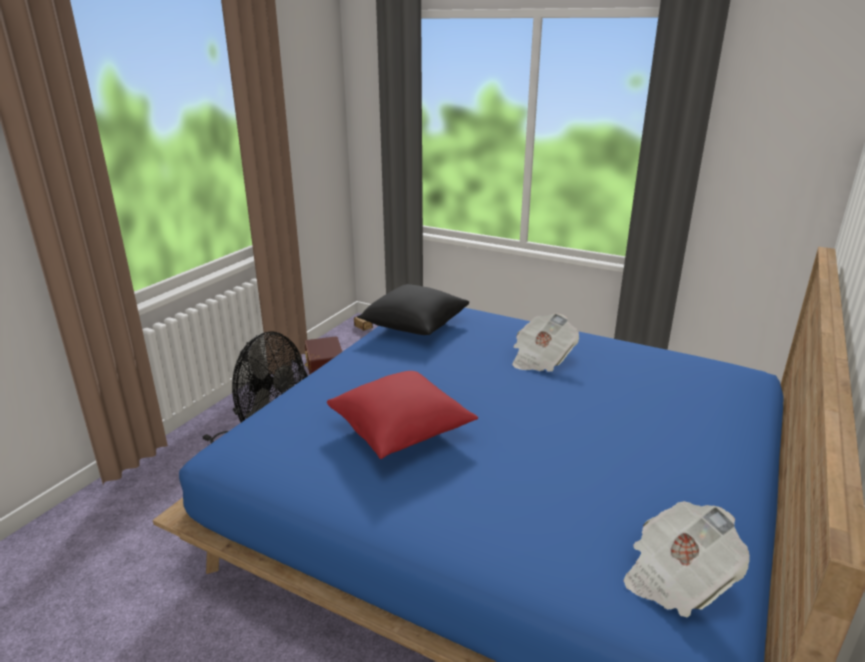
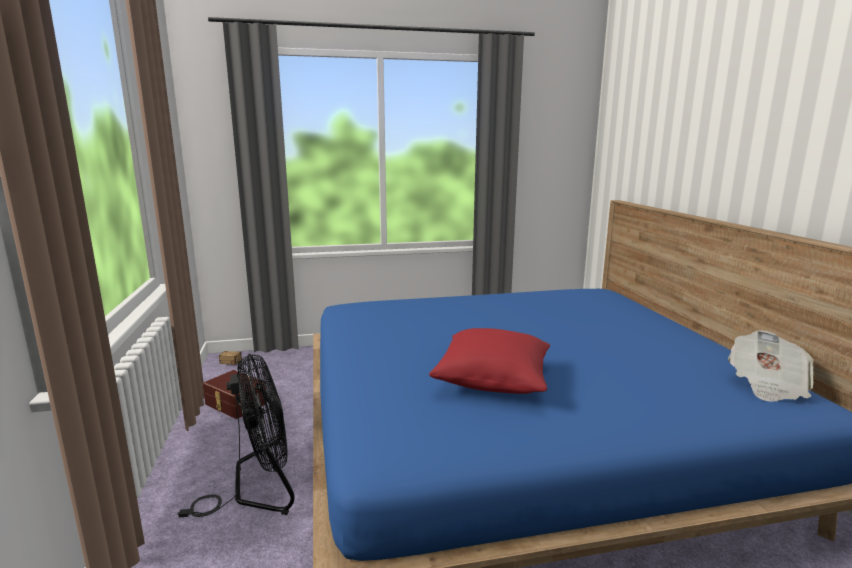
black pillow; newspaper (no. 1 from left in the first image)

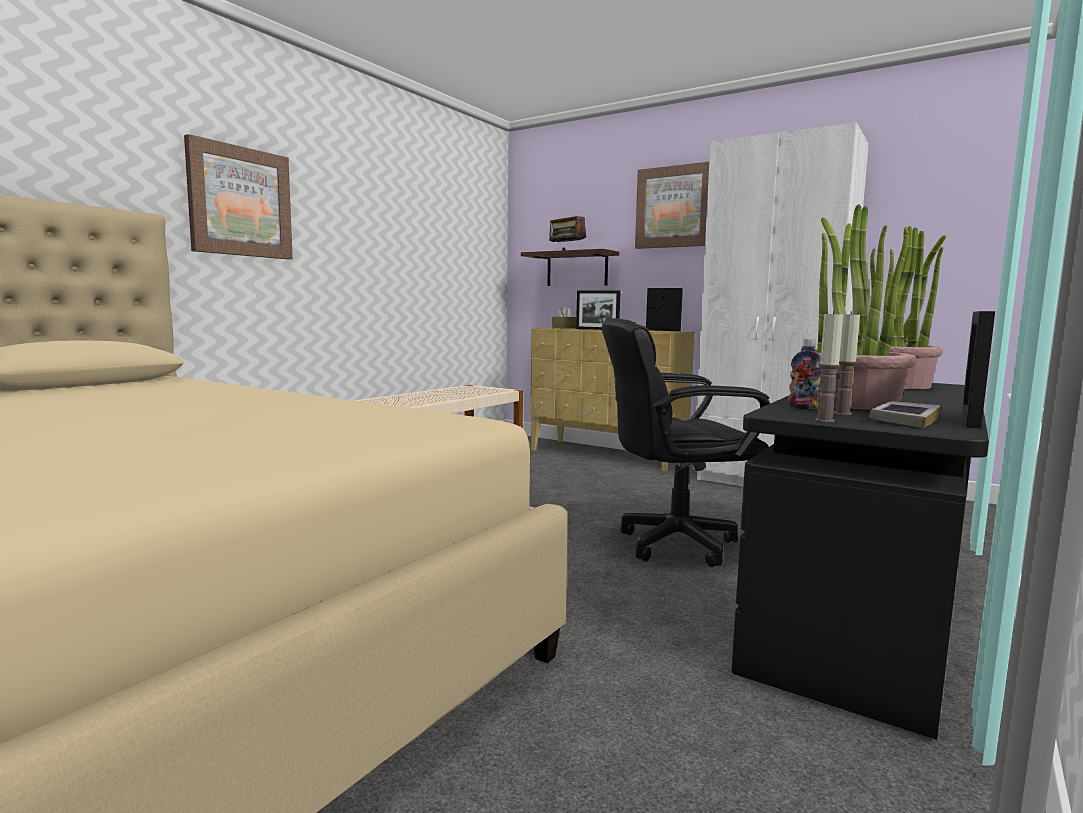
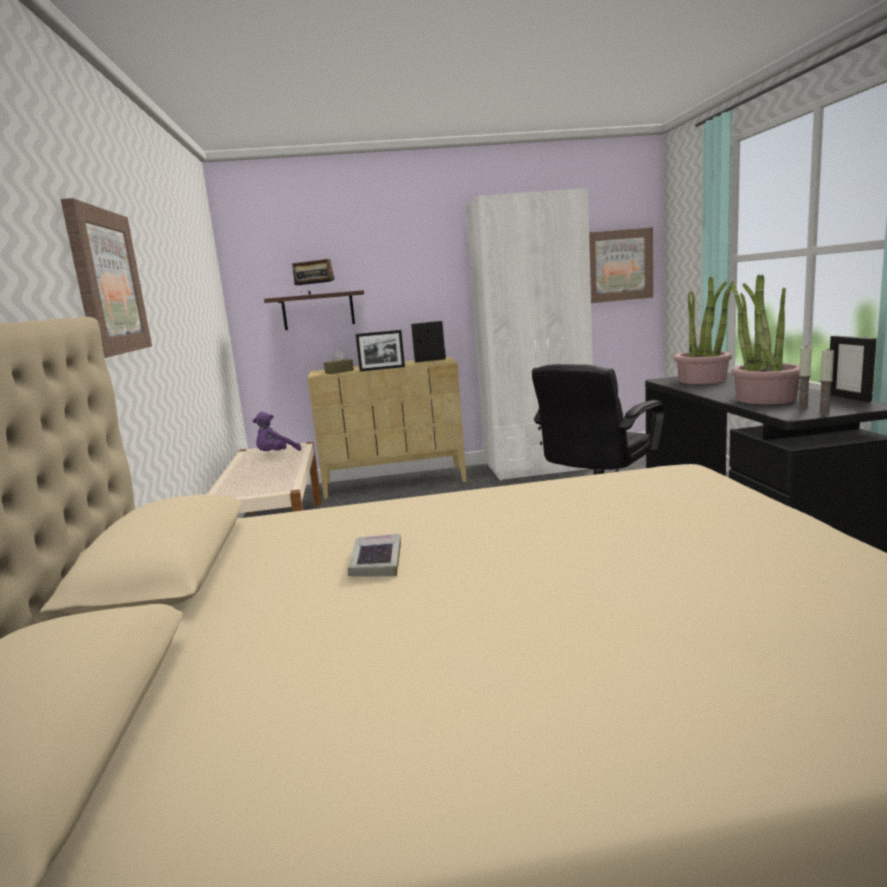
purple plush toy; book; picture (no. 2 from left); bottle

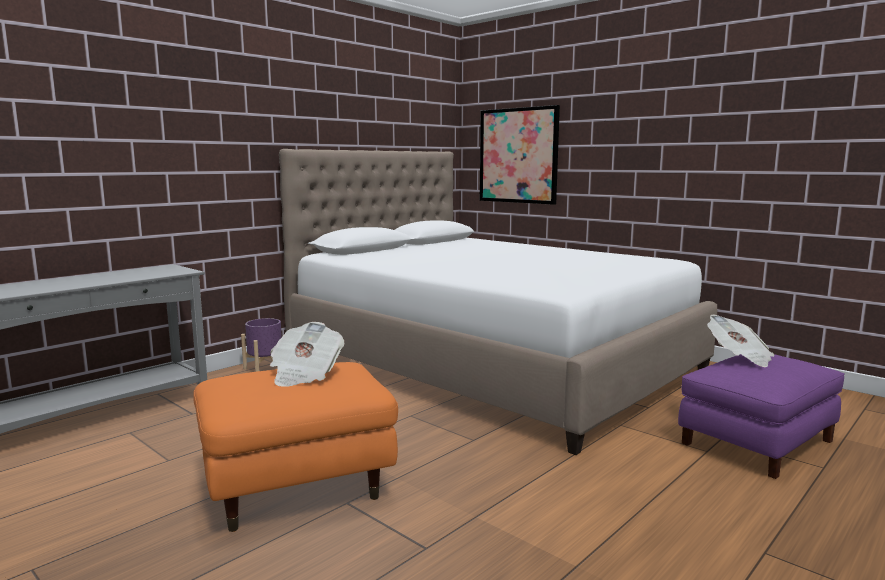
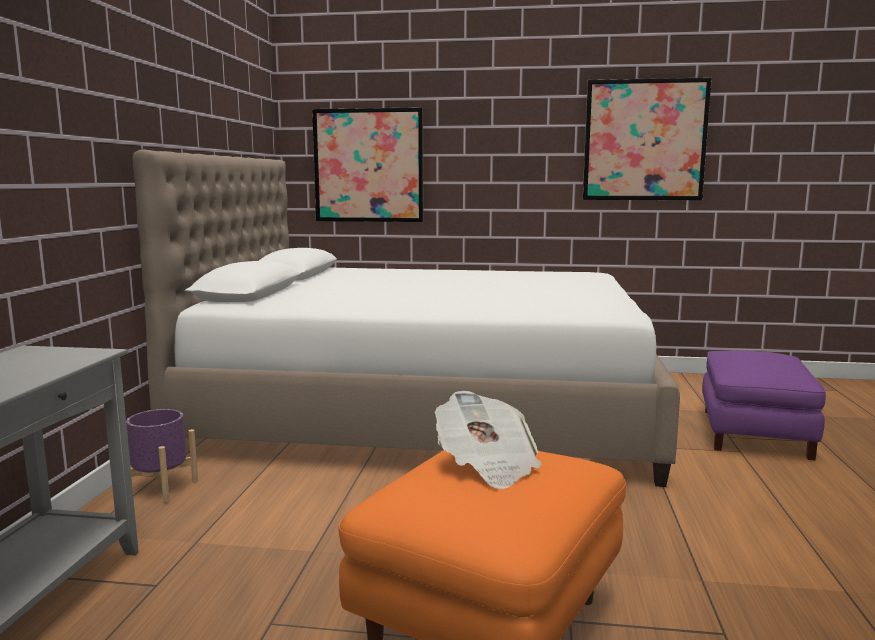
picture (no. 2 from left); newspaper (no. 2 from left in the first image)

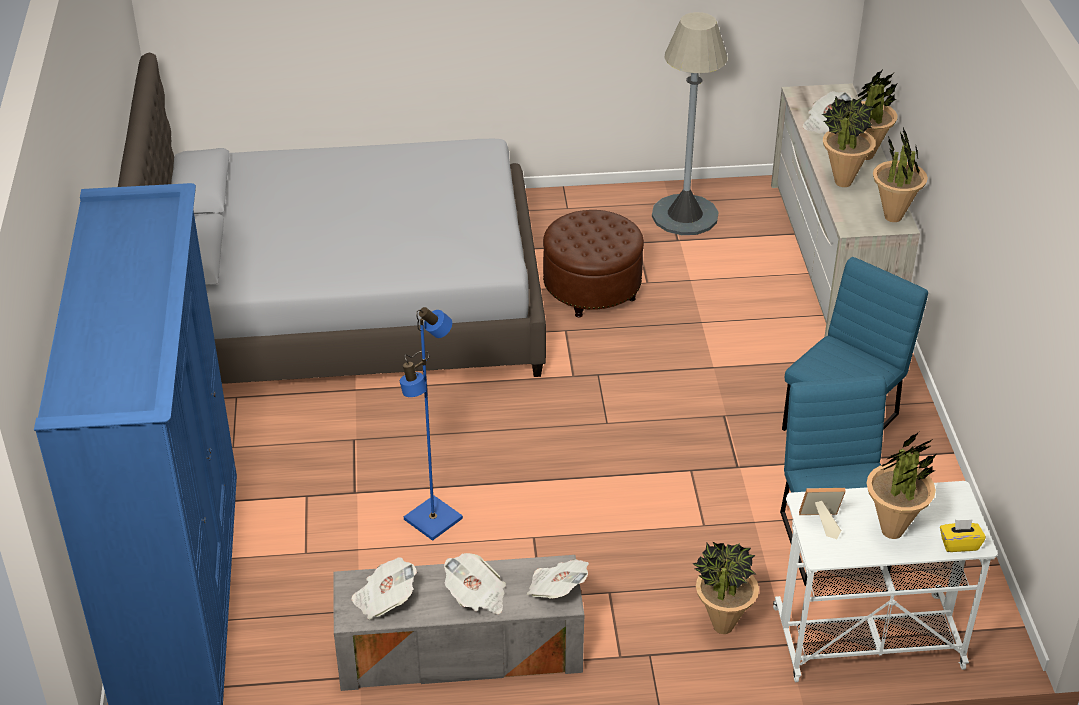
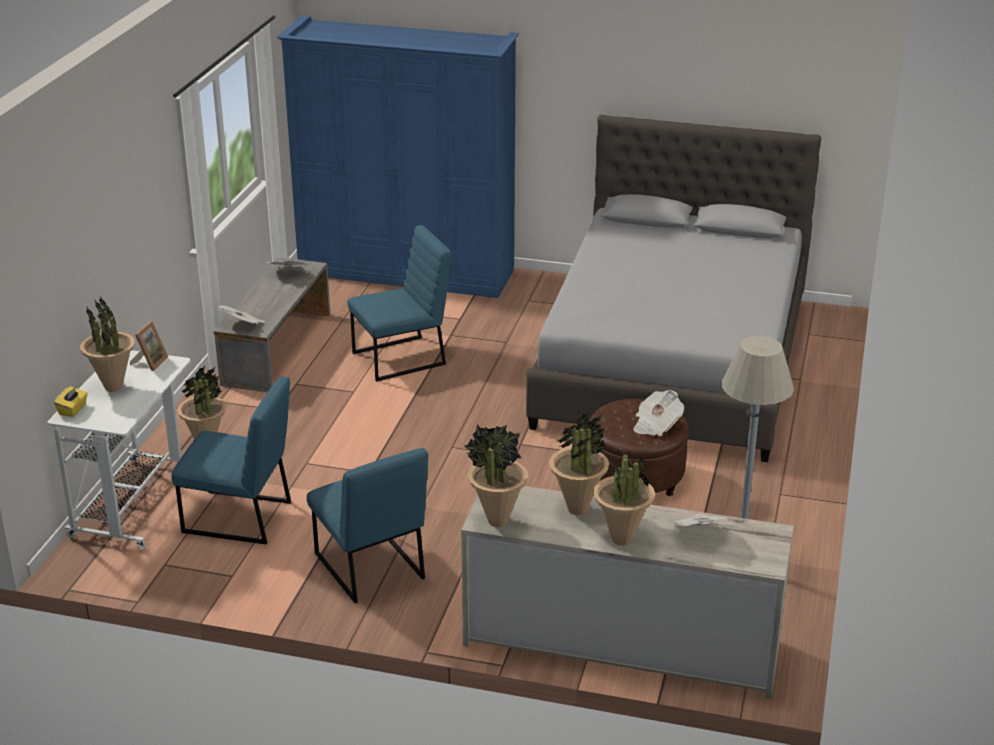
blue chair (no. 3 from left); newspaper (no. 3 from left)

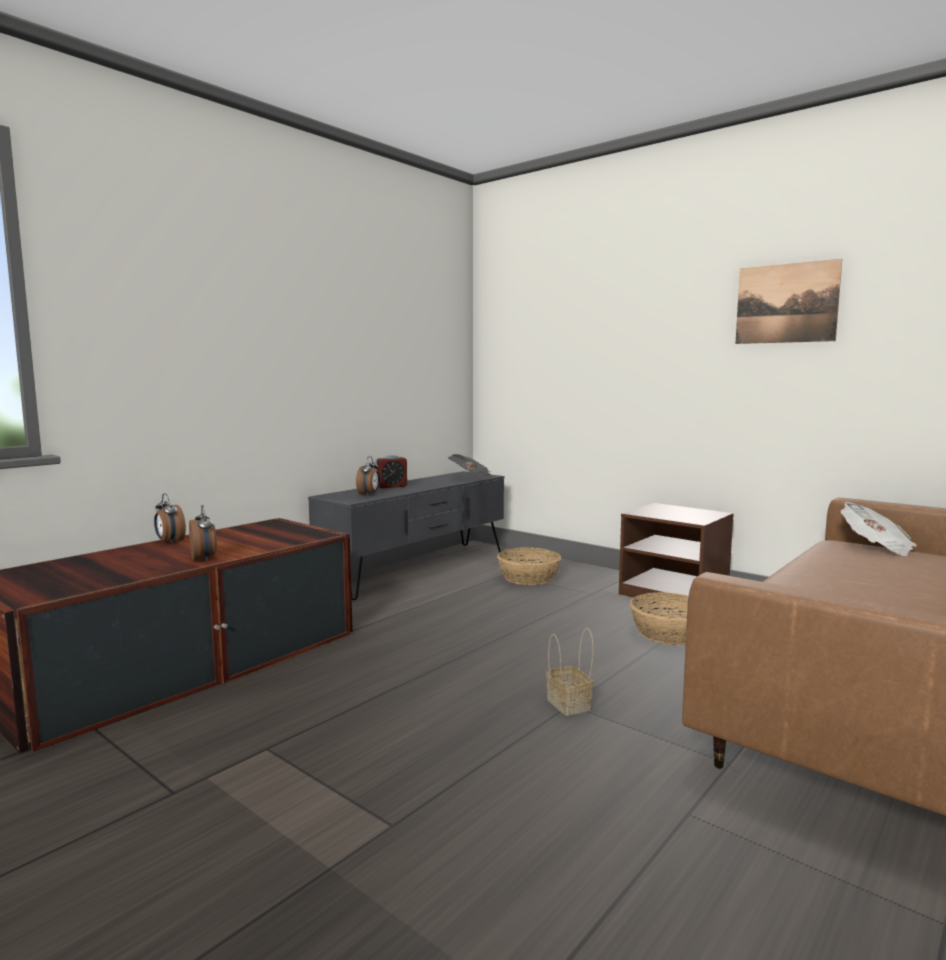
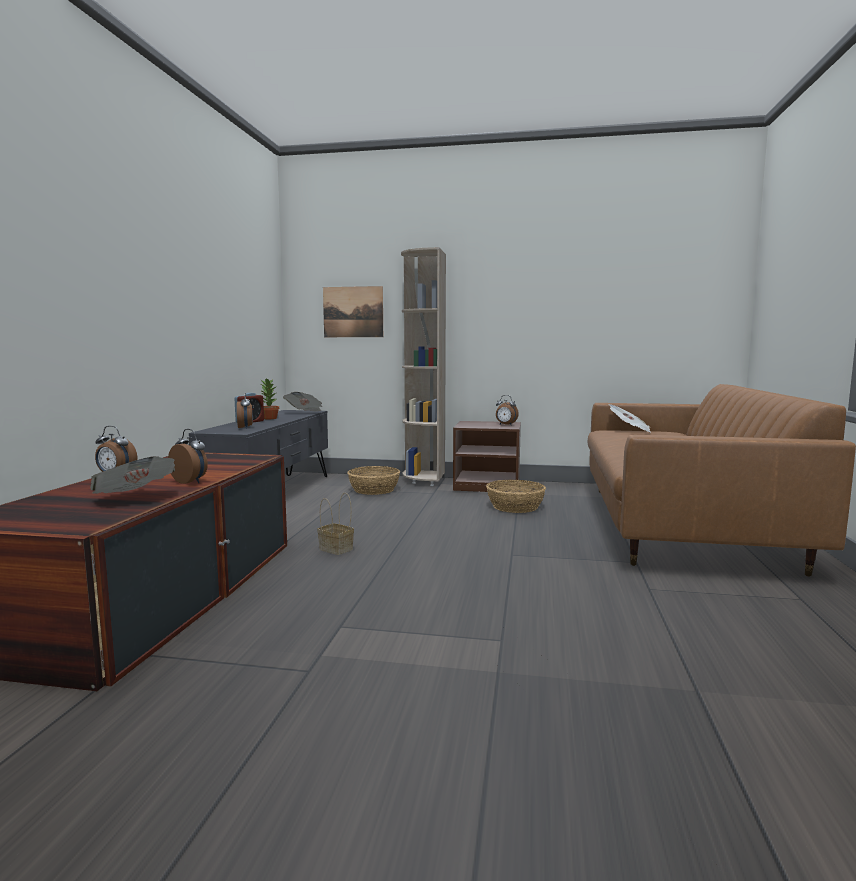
newspaper (no. 1 from left); potted plant; basket (no. 1 from left); picture; beige bookcase; alarm clock (no. 5 from left)

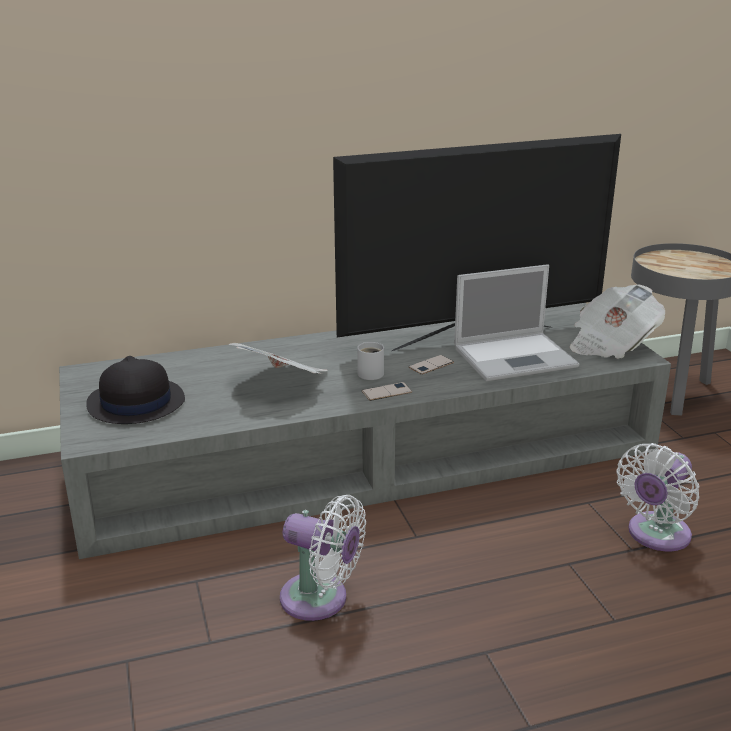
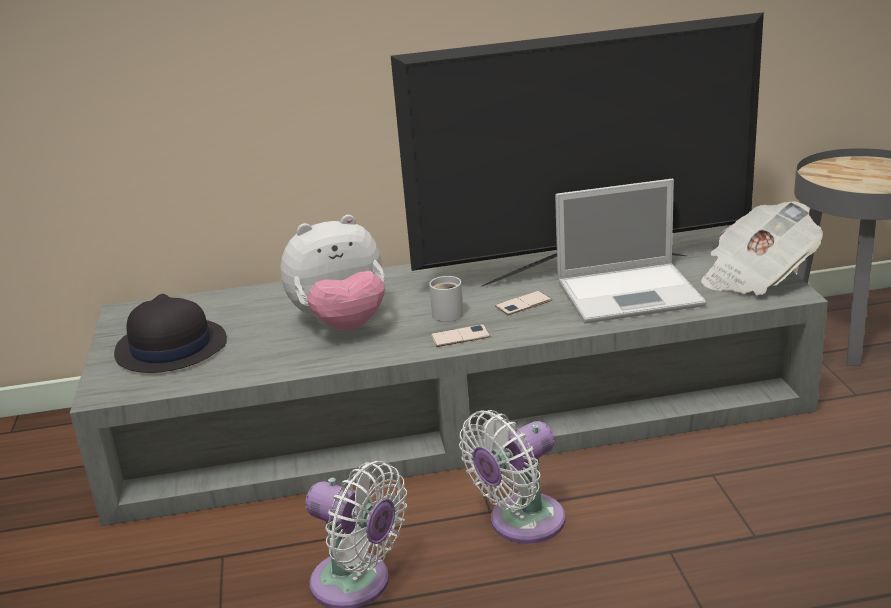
plush toy; white fan (no. 2 from left)

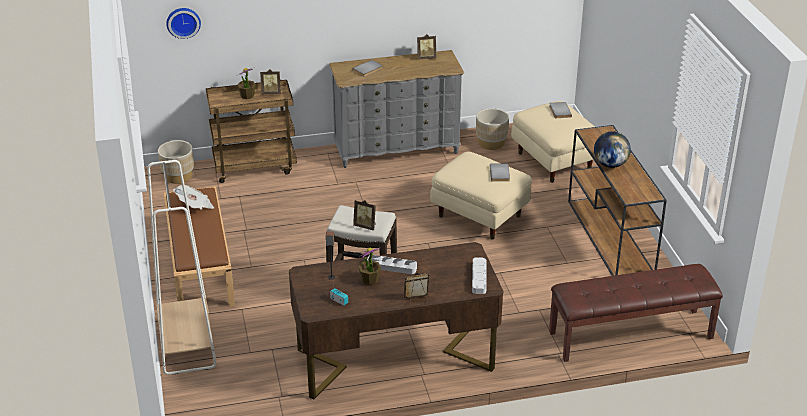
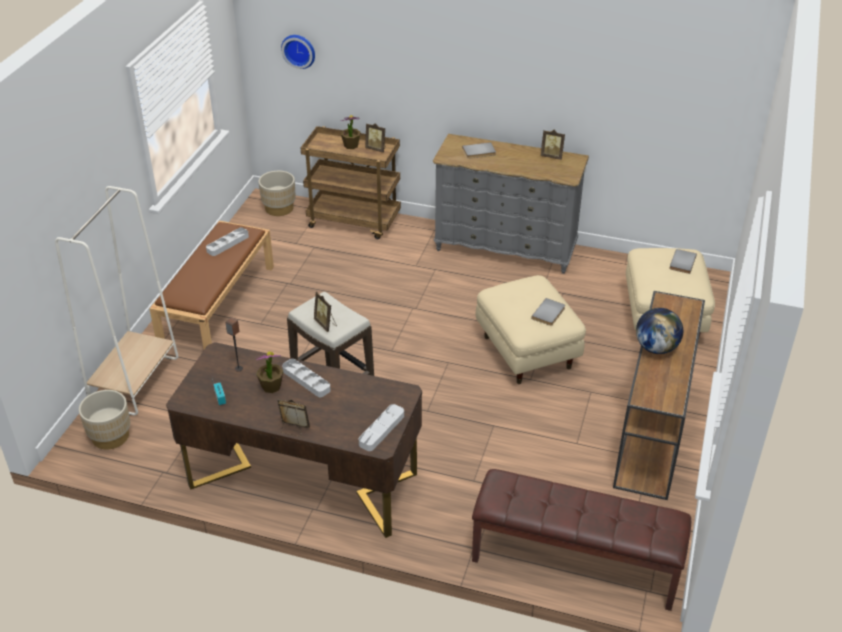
beige planter (no. 1 from left); grey tray (no. 1 from left)

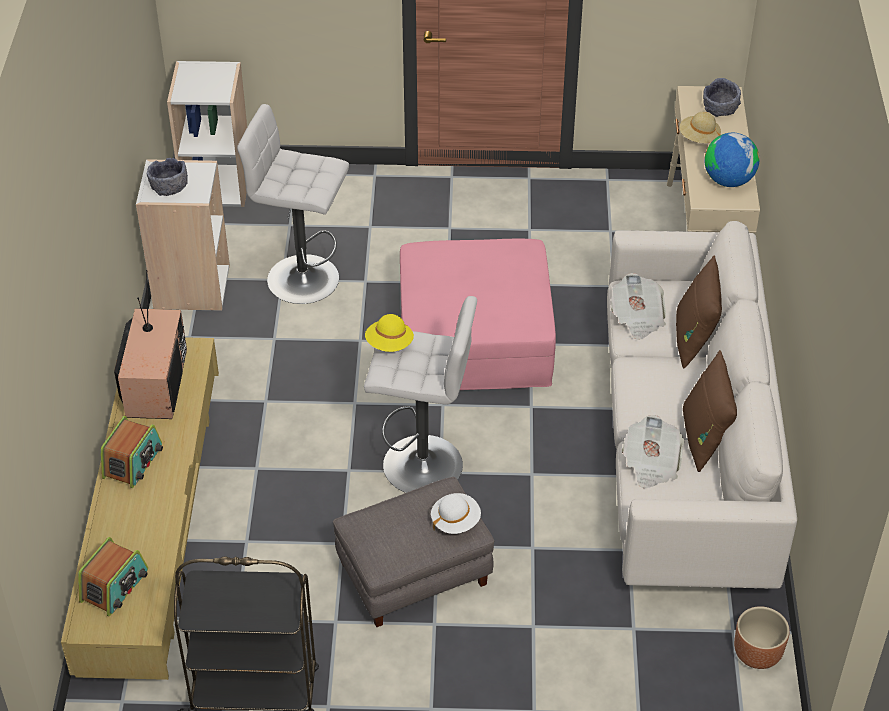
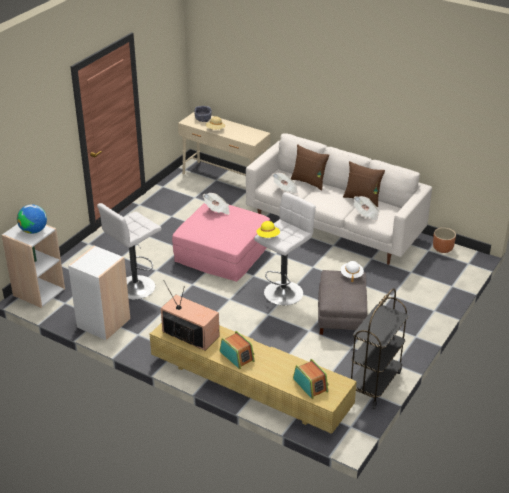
globe; newspaper (no. 1 from left); grey bowl (no. 1 from left in the first image)

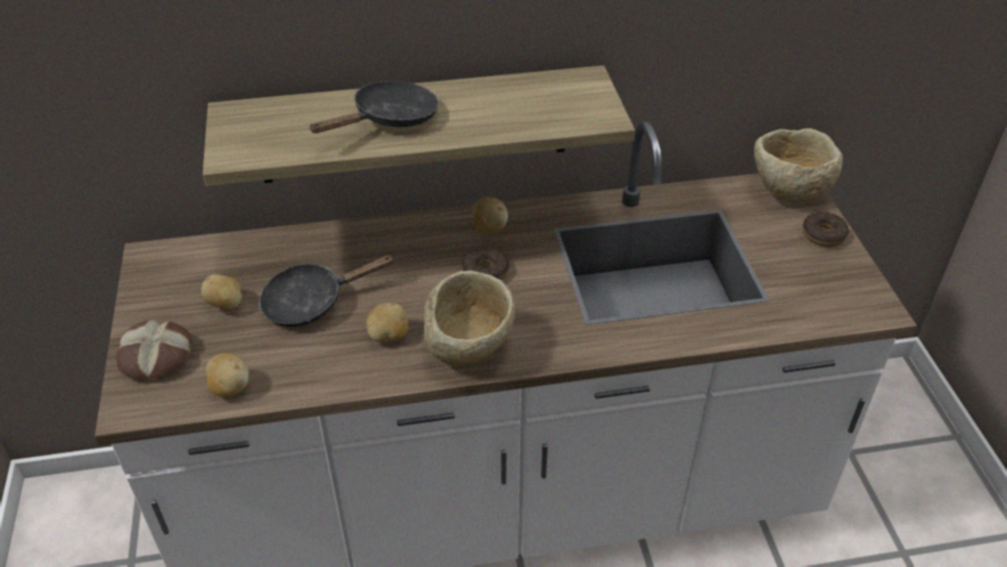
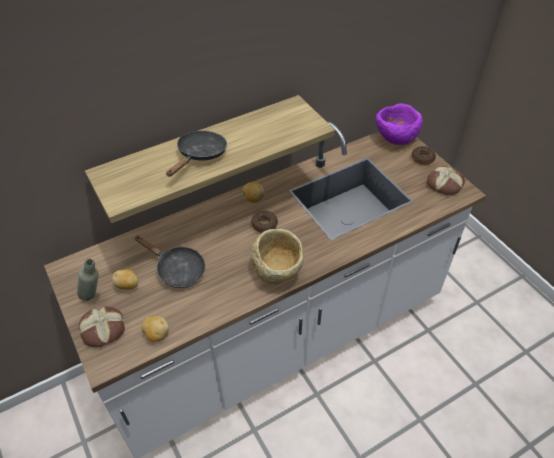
grey bottle; black frying pan (no. 1 from left); purple bowl; bread (no. 2 from left); potato (no. 3 from left in the first image)

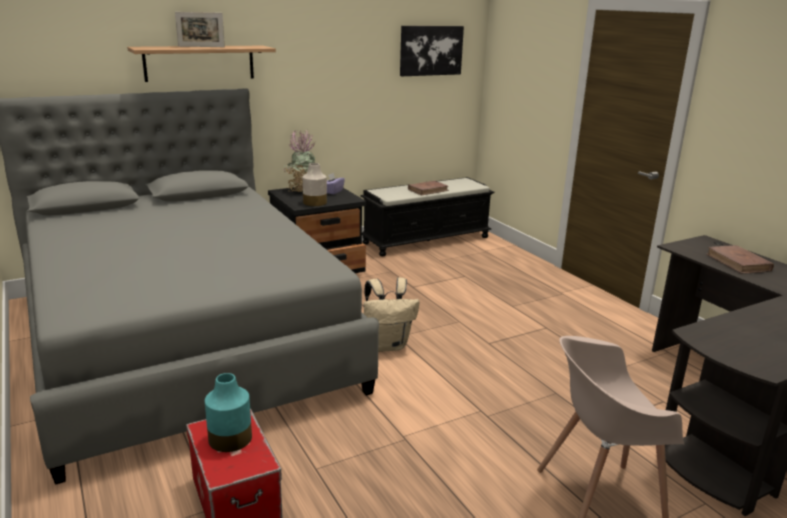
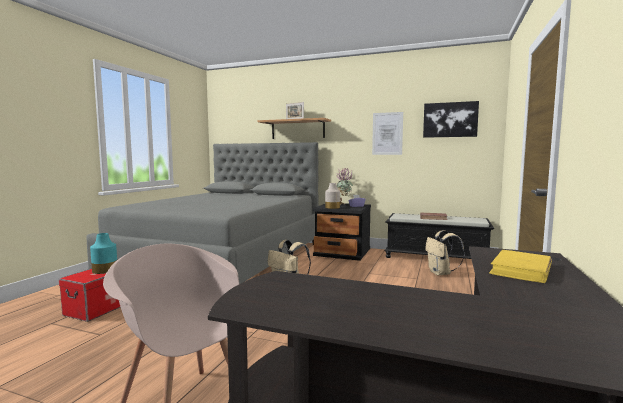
picture (no. 1 from left); beige backpack (no. 2 from left); yellow book

